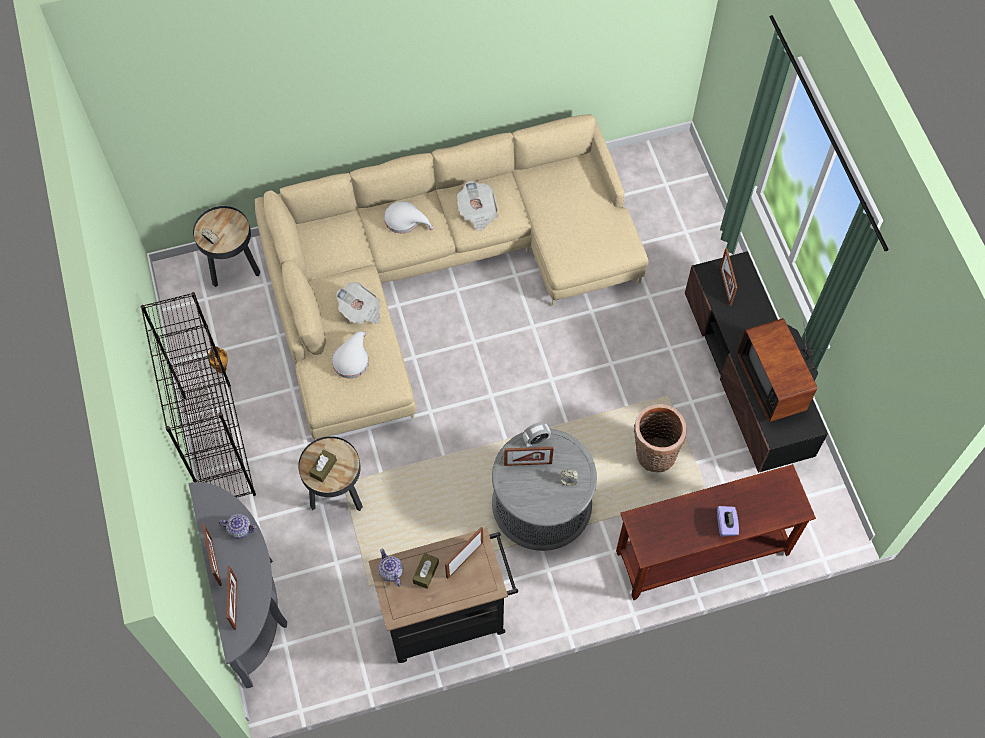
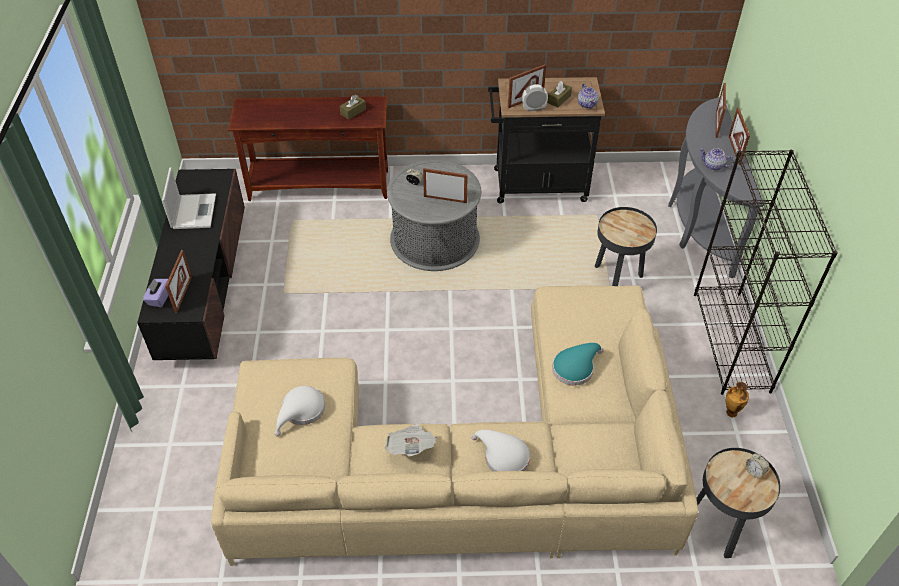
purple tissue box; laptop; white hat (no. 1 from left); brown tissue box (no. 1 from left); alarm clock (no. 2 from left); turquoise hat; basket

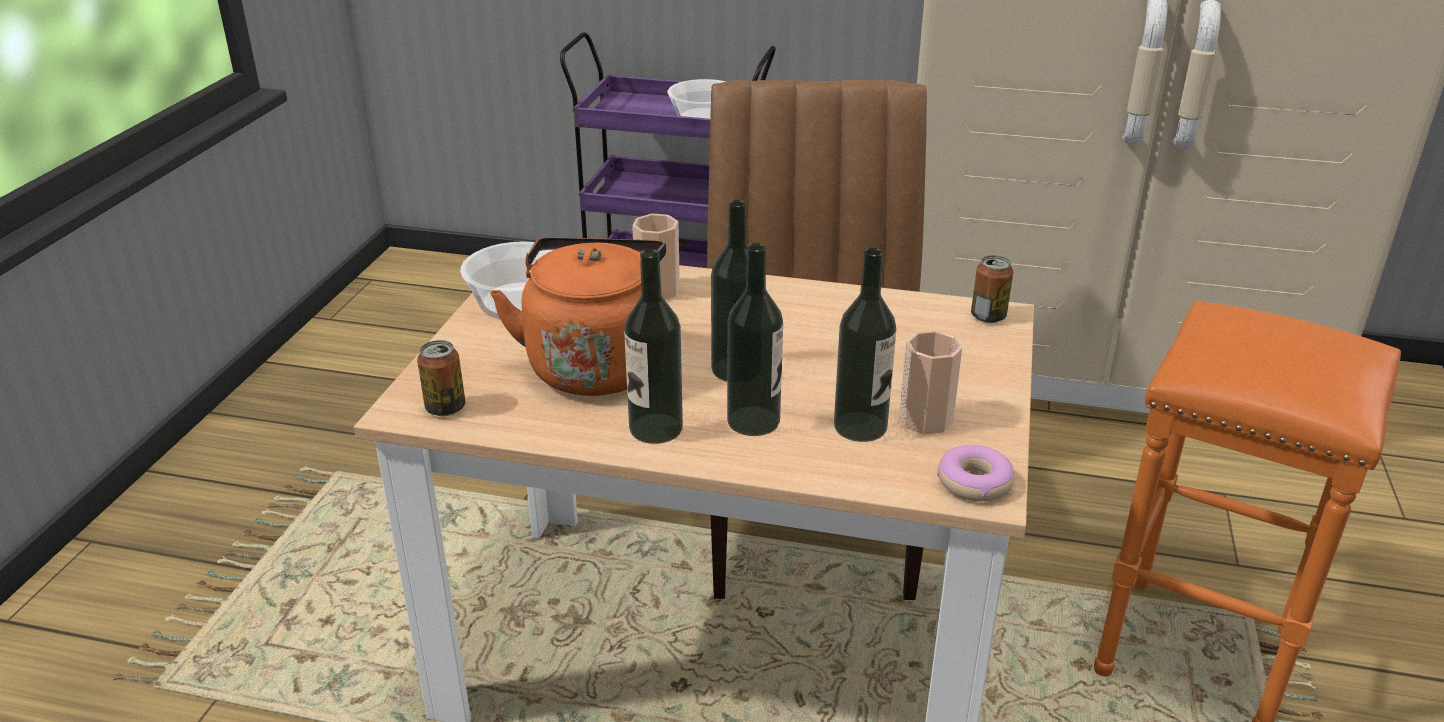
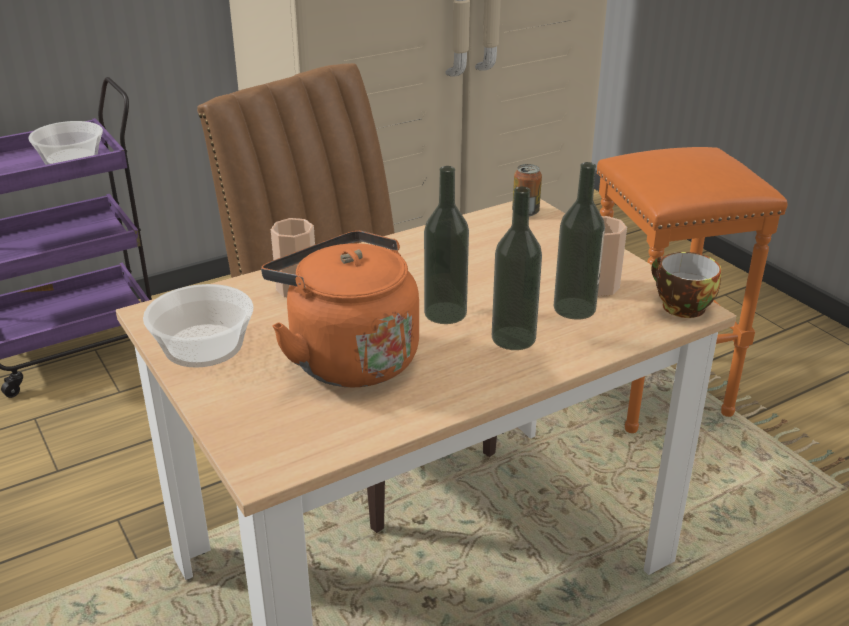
cup (no. 3 from left); can (no. 1 from left in the first image); bottle (no. 1 from left in the first image)

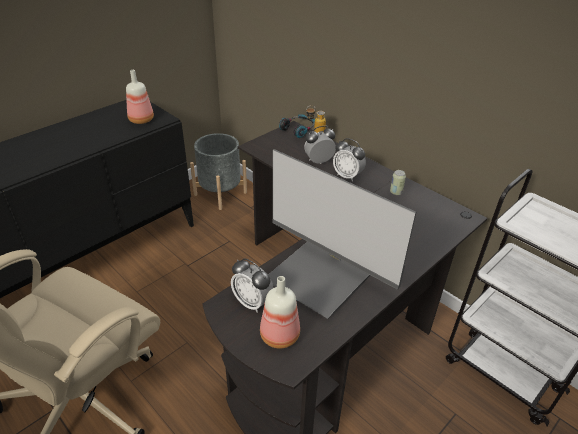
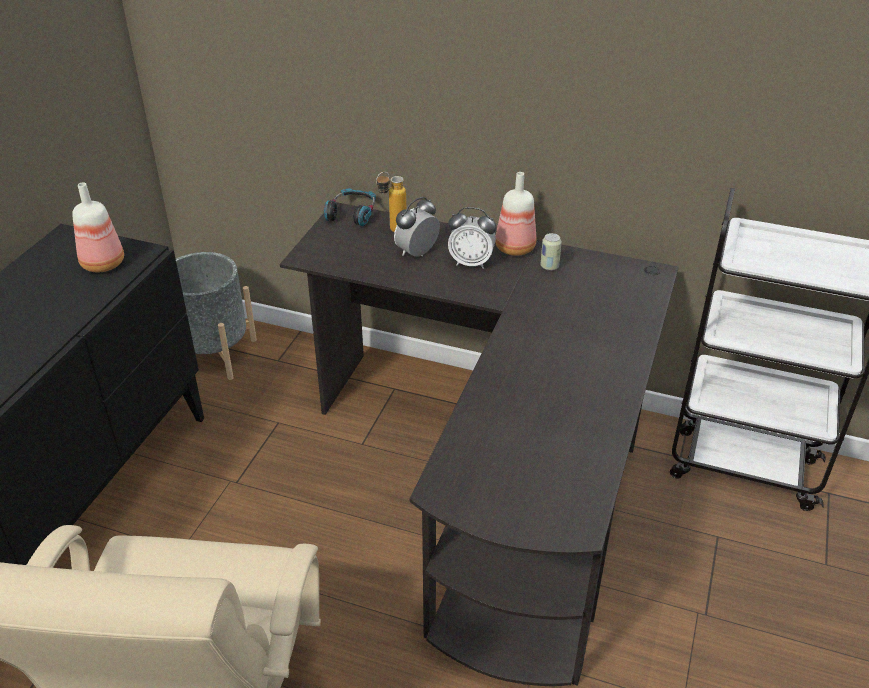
bottle (no. 3 from left); alarm clock (no. 1 from left in the first image); monitor

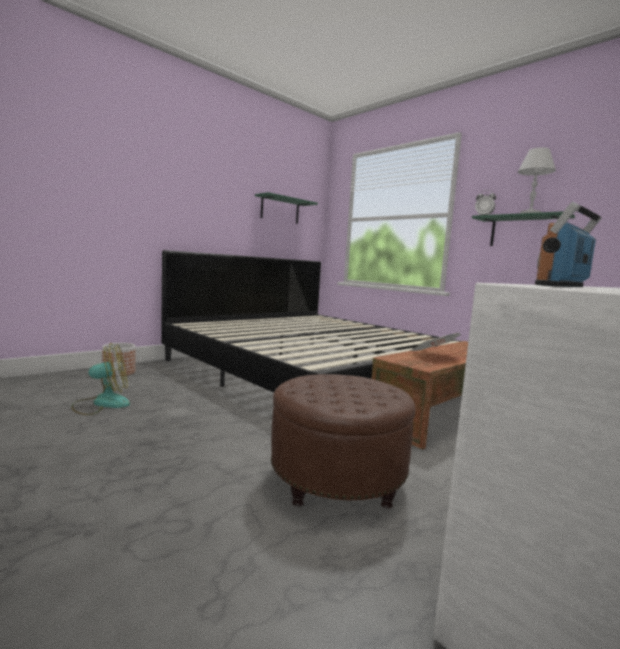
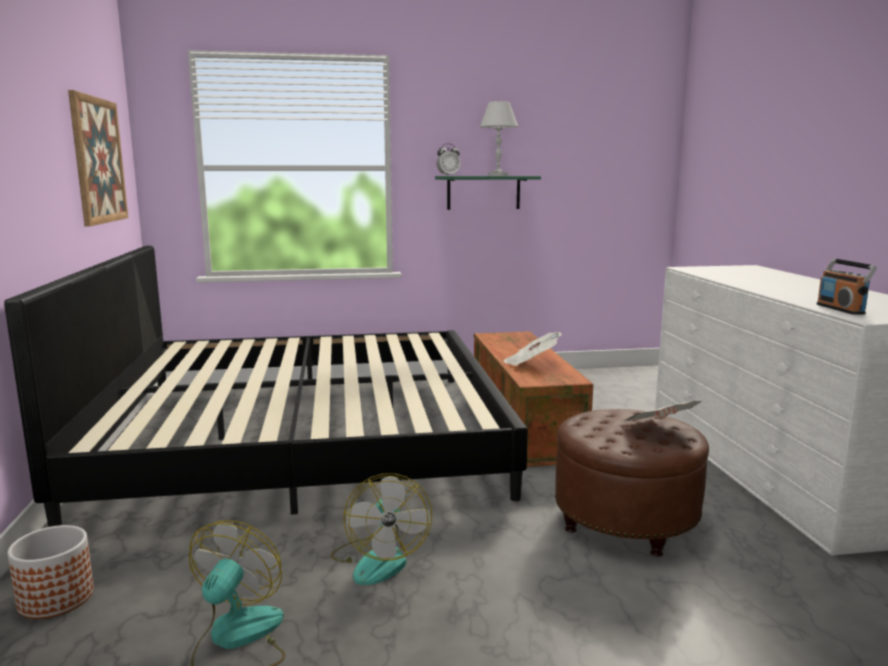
picture; fan (no. 2 from left); newspaper (no. 2 from left)

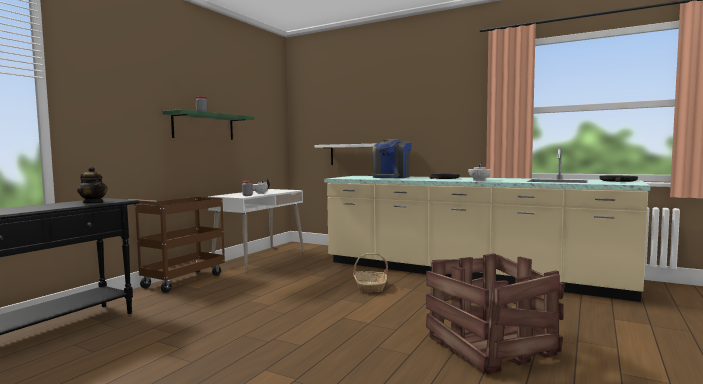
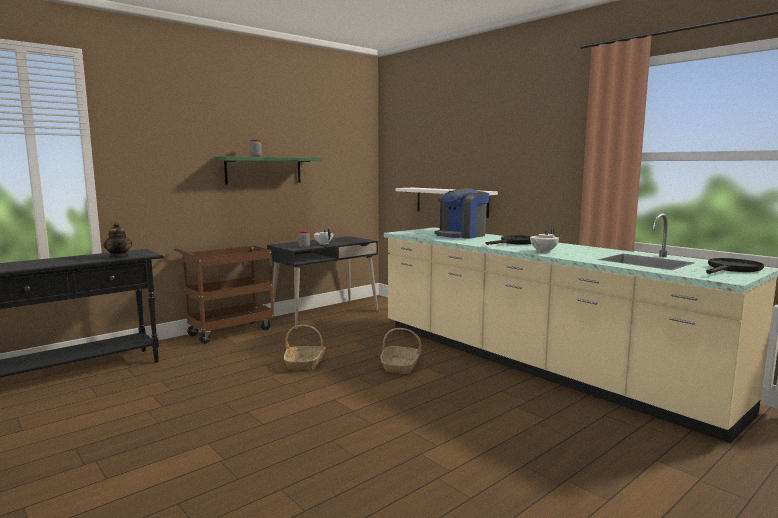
black desk; basket (no. 1 from left); crate

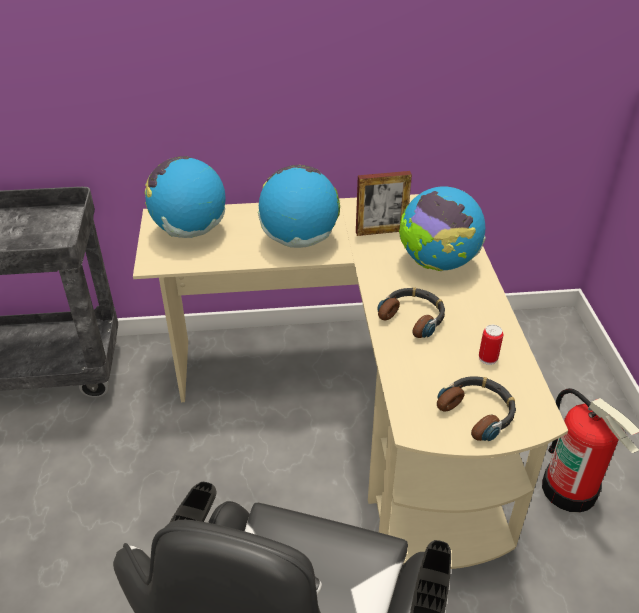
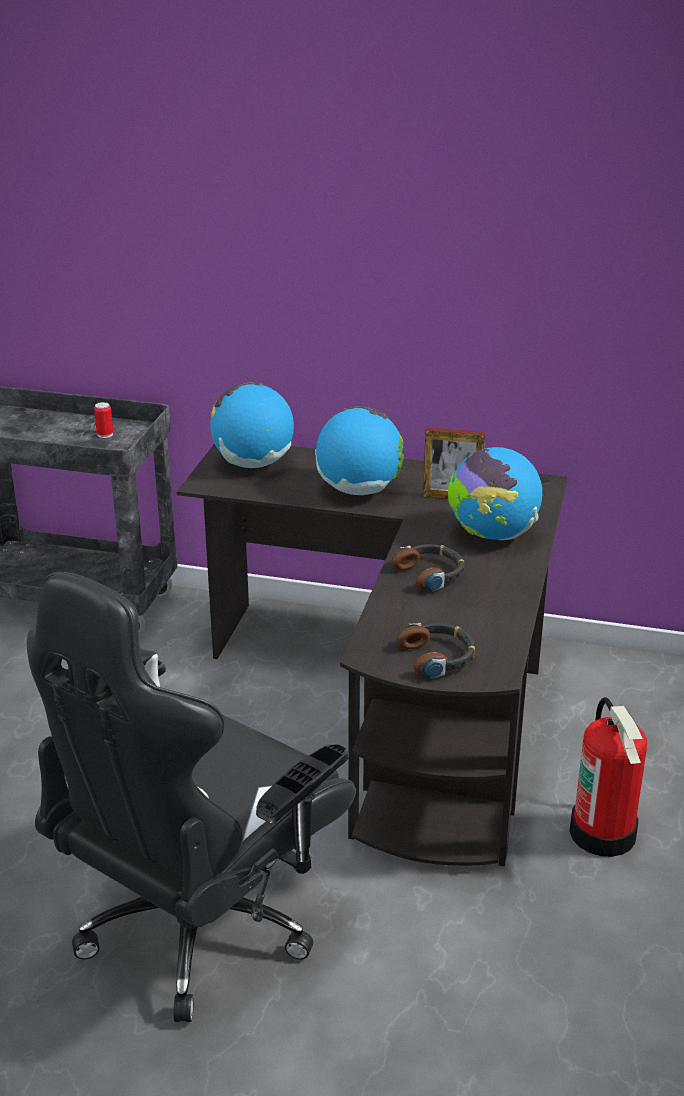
can; black desk

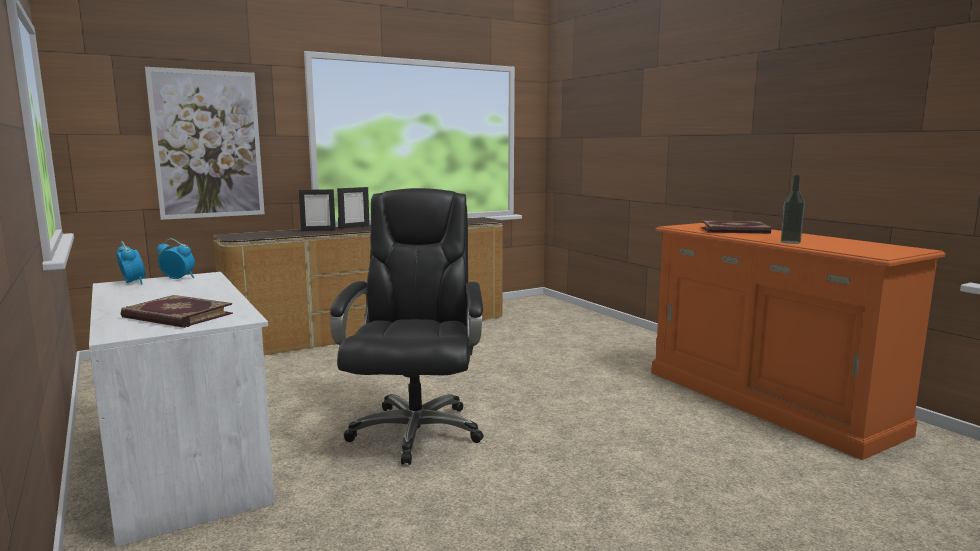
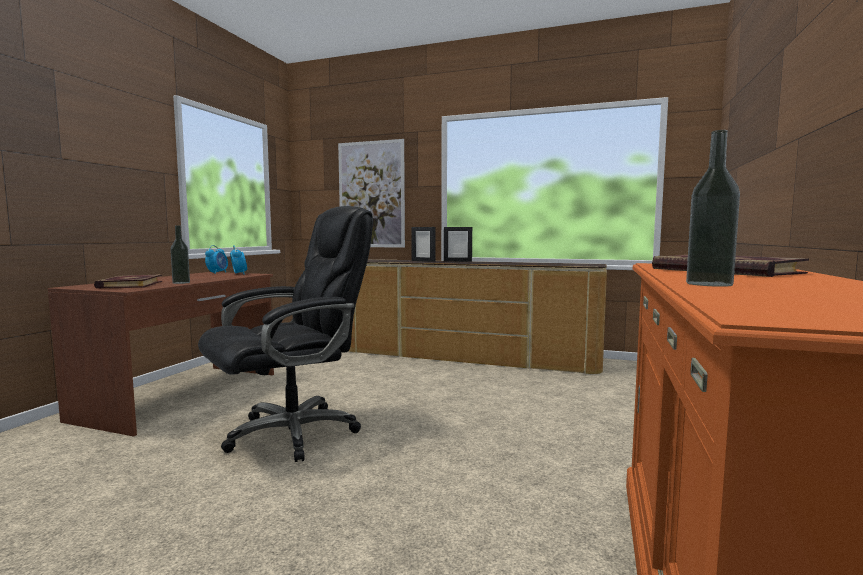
brown desk; bottle (no. 1 from left)

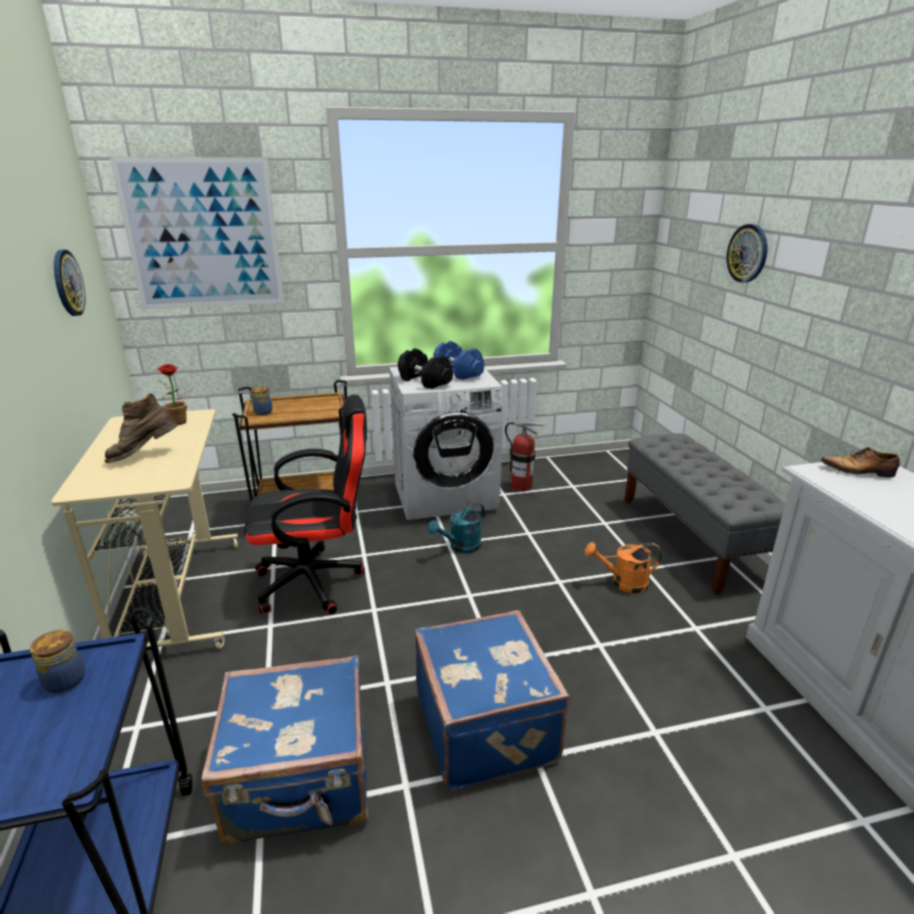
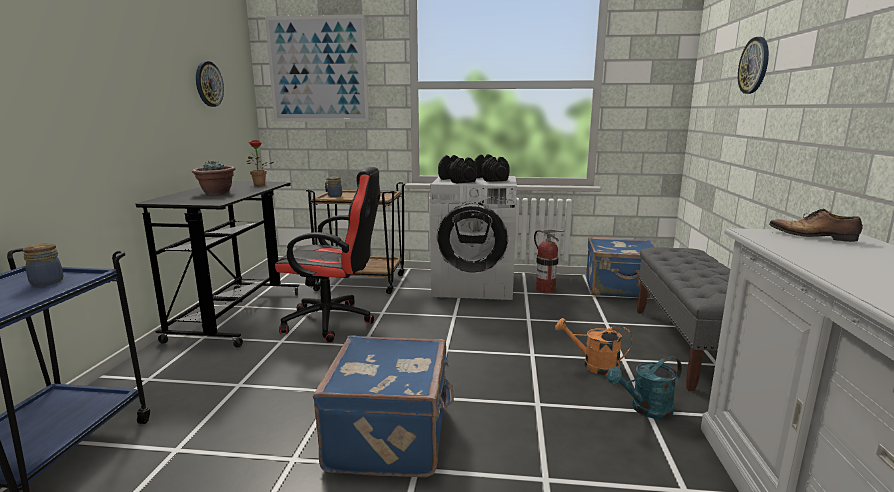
black desk; potted plant (no. 1 from left); black dumbbell (no. 2 from left); blue suitcase (no. 2 from left); turquoise watering can

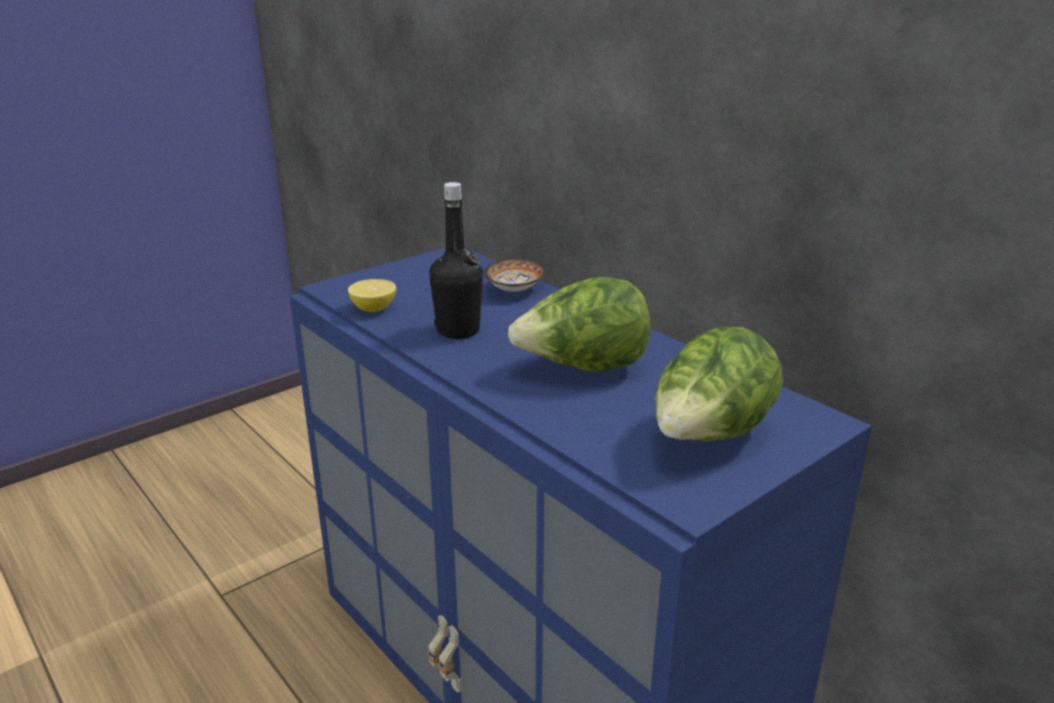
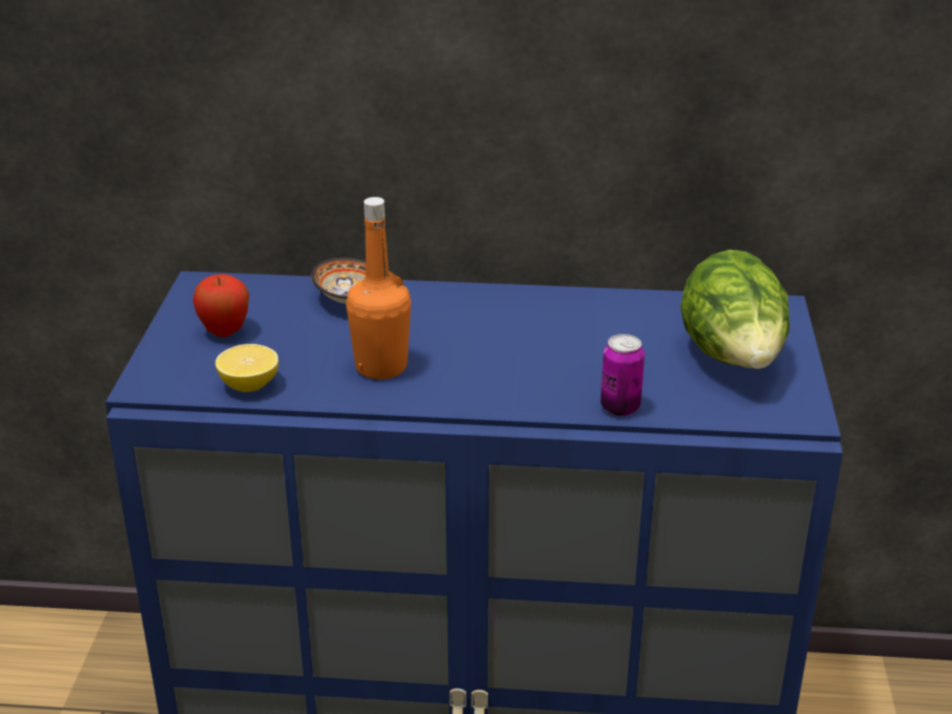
apple; orange bottle; can; lettuce (no. 1 from left in the first image)

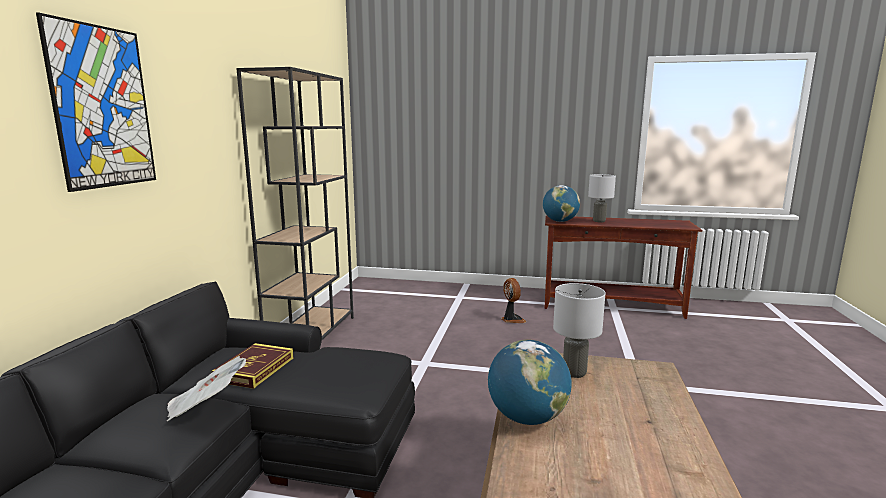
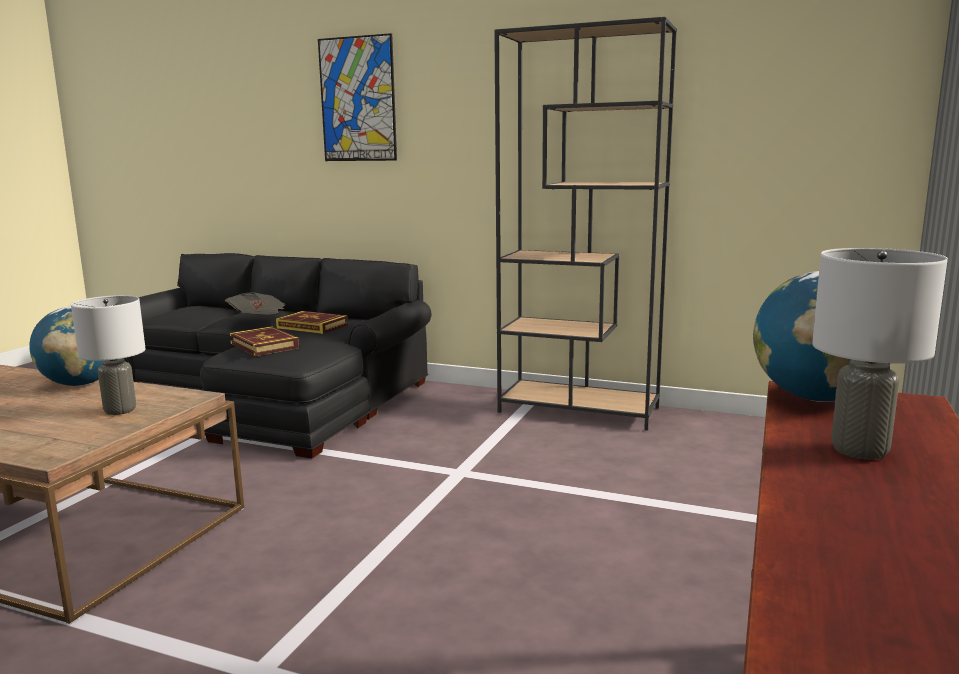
book (no. 1 from left); fan

